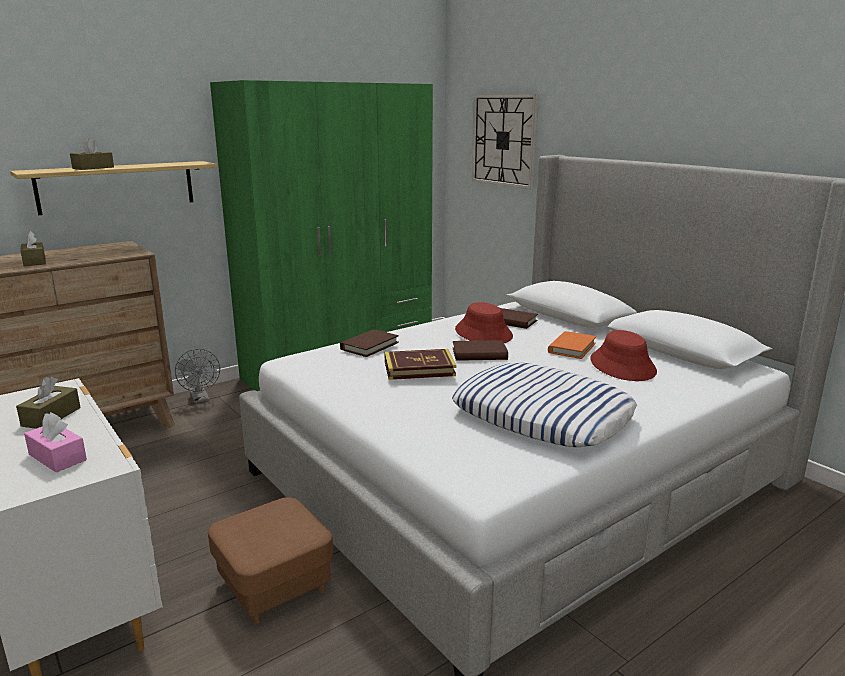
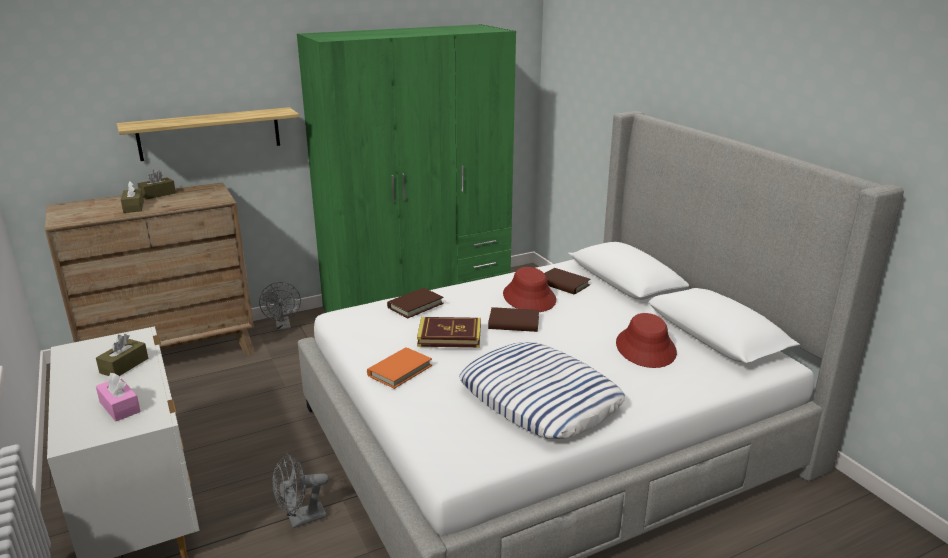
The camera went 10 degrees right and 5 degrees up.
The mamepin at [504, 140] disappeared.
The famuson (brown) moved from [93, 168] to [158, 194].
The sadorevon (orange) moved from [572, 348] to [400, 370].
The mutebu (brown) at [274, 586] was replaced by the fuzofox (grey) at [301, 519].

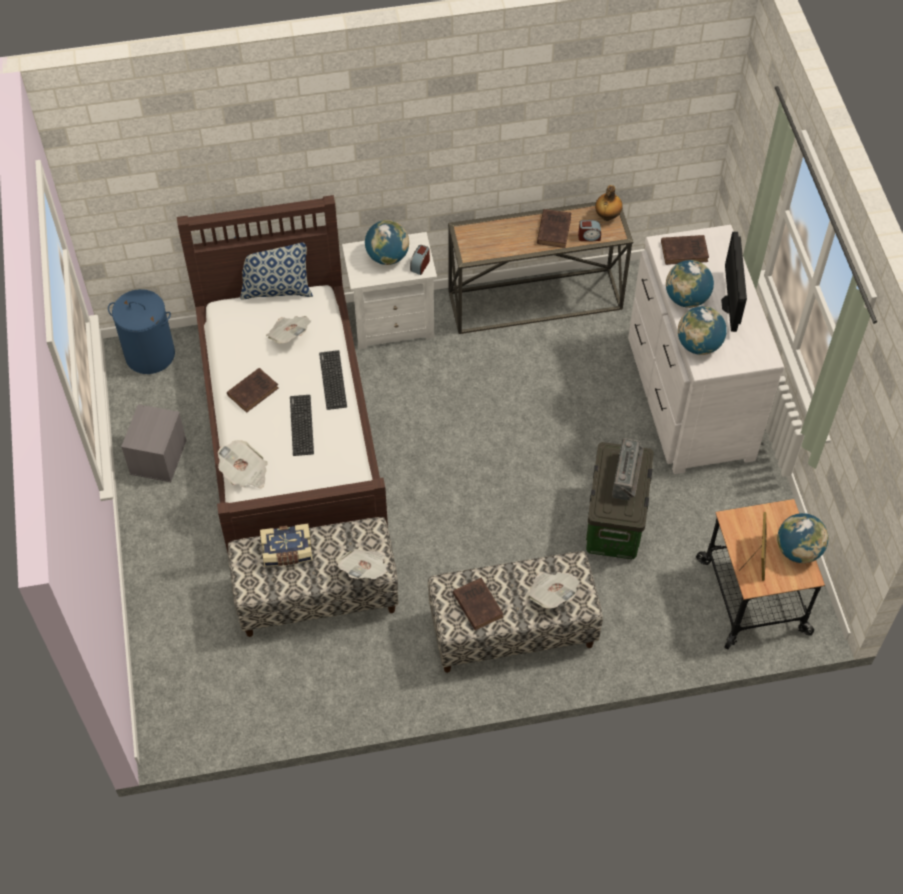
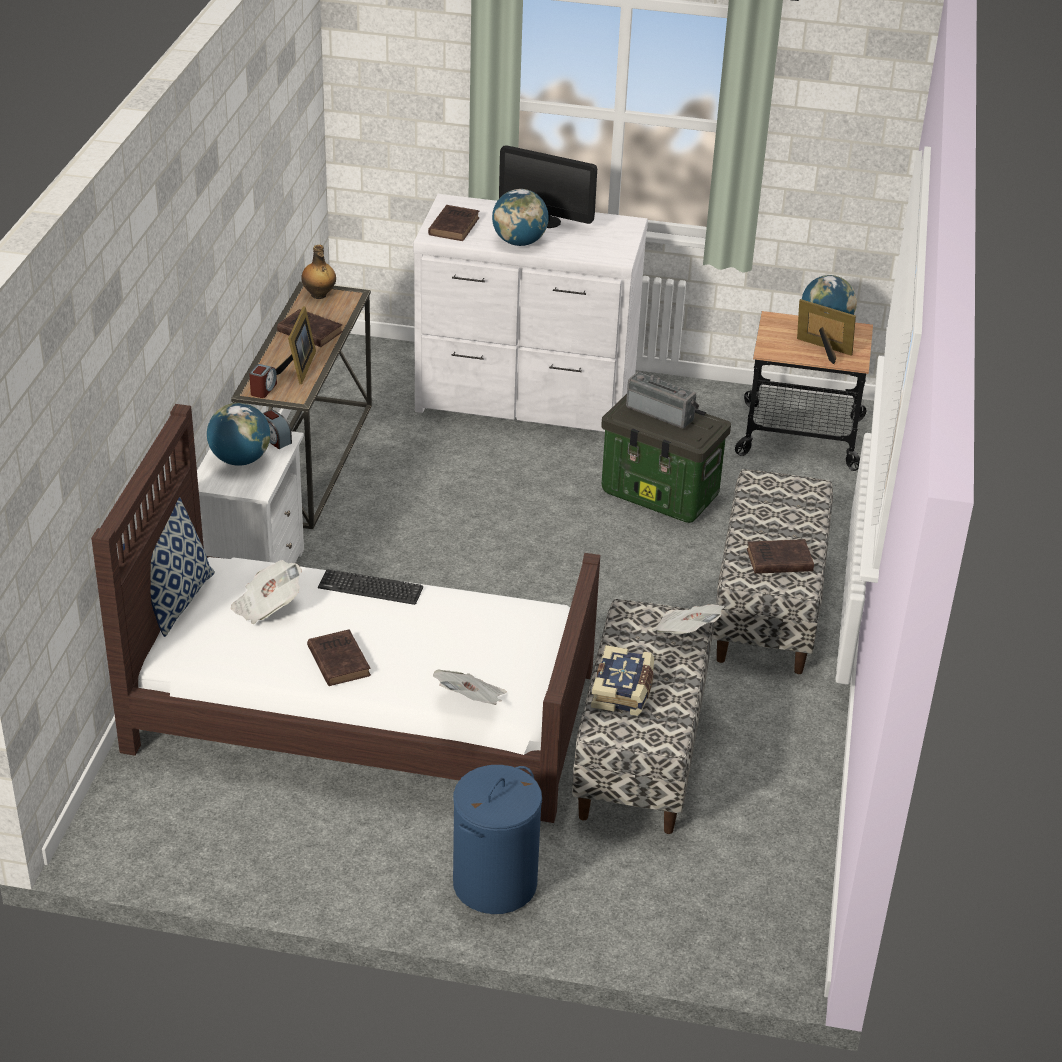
The camera went 70 degrees left and 20 degrees down.
The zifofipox moved from [589, 236] to [263, 389].
The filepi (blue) moved from [150, 354] to [495, 883].
The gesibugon at [699, 345] disappeared.
The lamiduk at [301, 425] disappeared.
The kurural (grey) at [158, 458] disappeared.
The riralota at [551, 594] disappeared.
The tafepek at [299, 368] appeared.

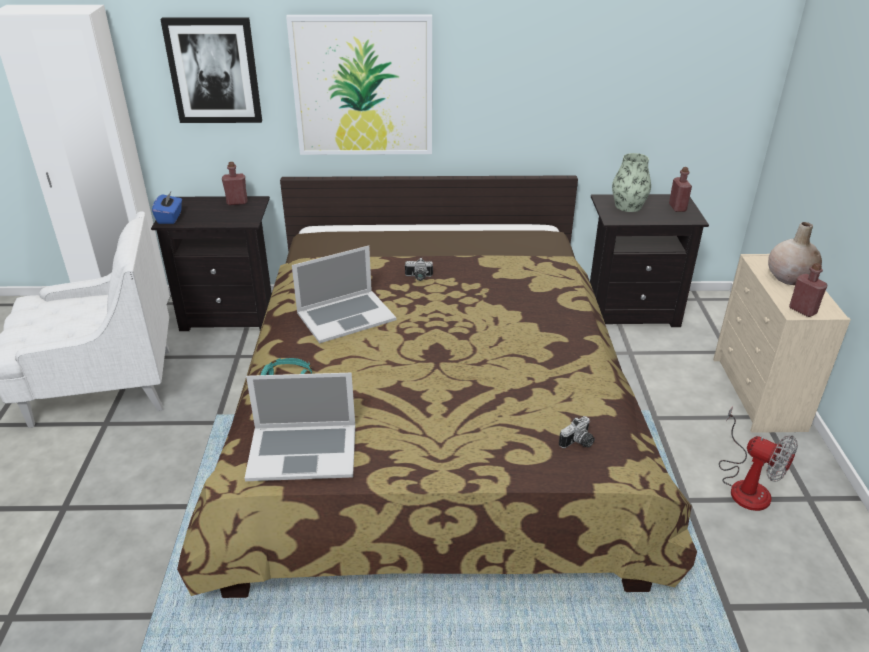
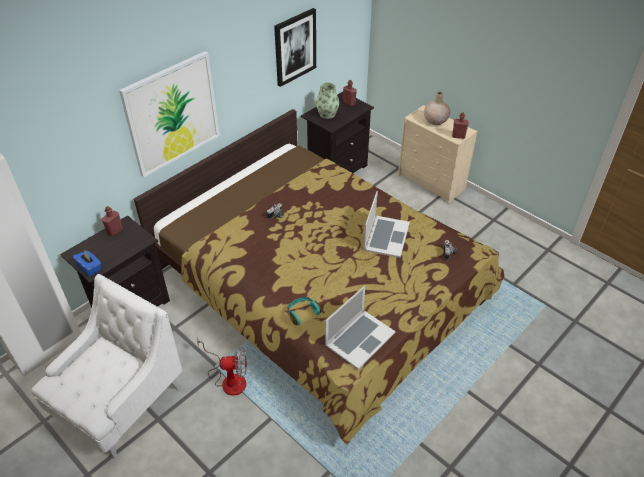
The camera went 45 degrees left and 10 degrees up.
The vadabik moved from [214, 71] to [295, 47].
The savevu moved from [346, 316] to [386, 236].
The fuzofox moved from [746, 485] to [228, 379].

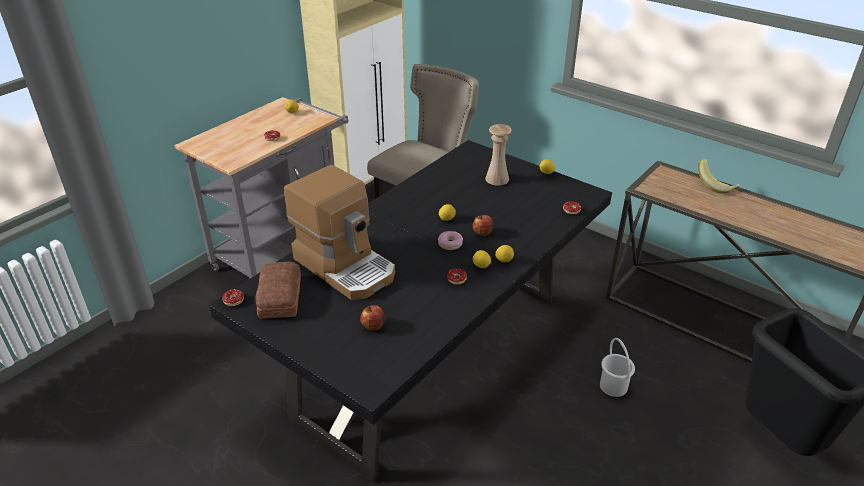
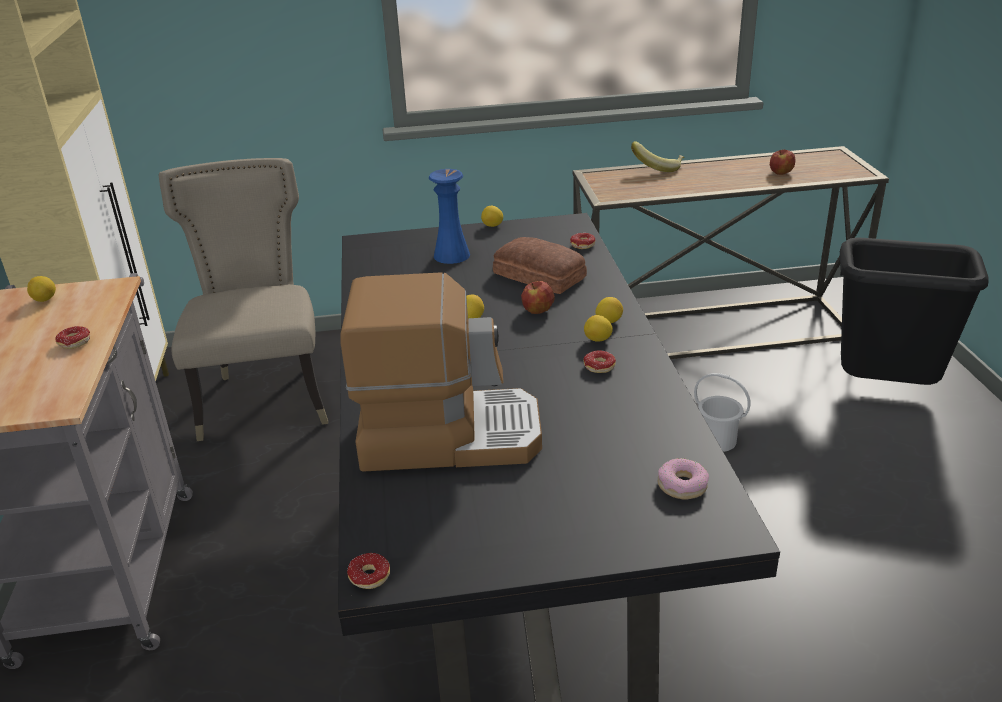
The camera went 45 degrees left and 5 degrees down.
The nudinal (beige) at [497, 179] became the nudinal (blue) at [451, 255].
The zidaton moved from [450, 244] to [682, 485].
The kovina moved from [278, 297] to [539, 276].
The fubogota moved from [373, 326] to [781, 172].

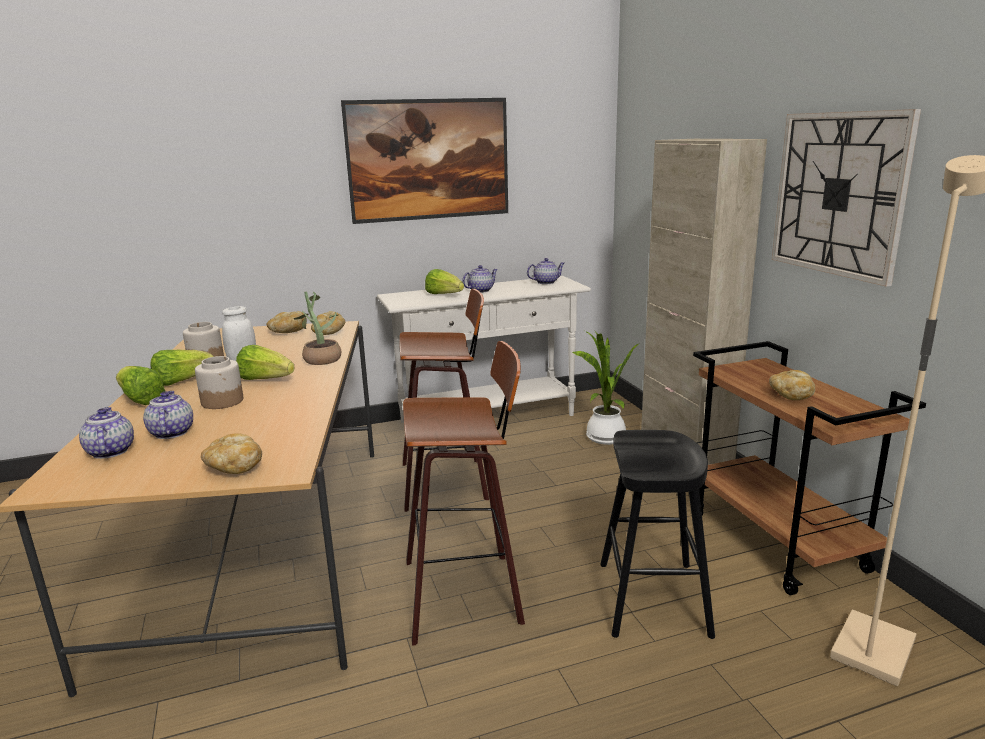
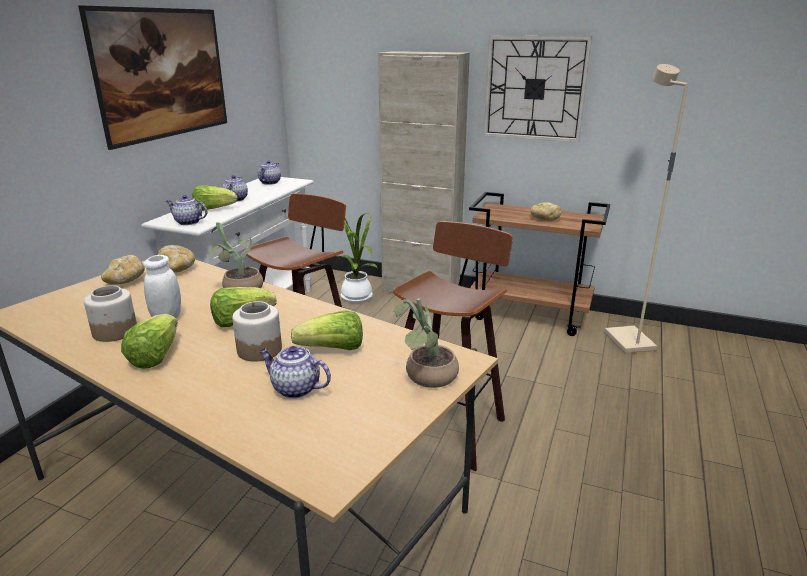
The camera went 50 degrees left and 5 degrees up.
The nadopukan moved from [140, 400] to [333, 349].
The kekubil moved from [110, 451] to [188, 222].
The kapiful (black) at [653, 598] disappeared.
The kovina at [234, 467] was replaced by the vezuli at [426, 378].

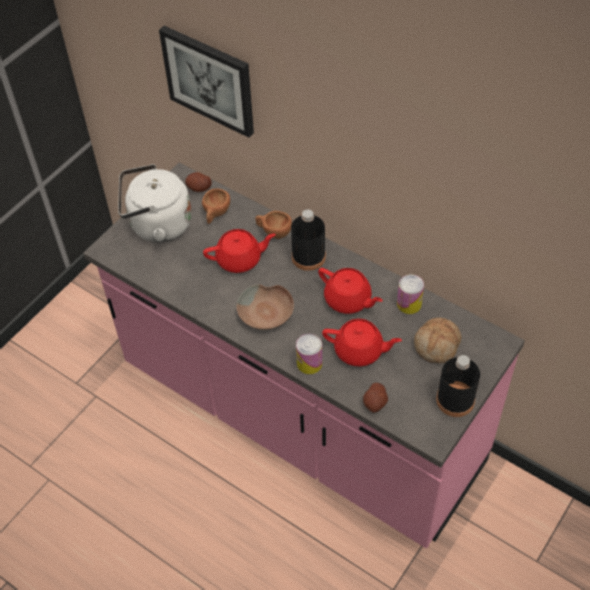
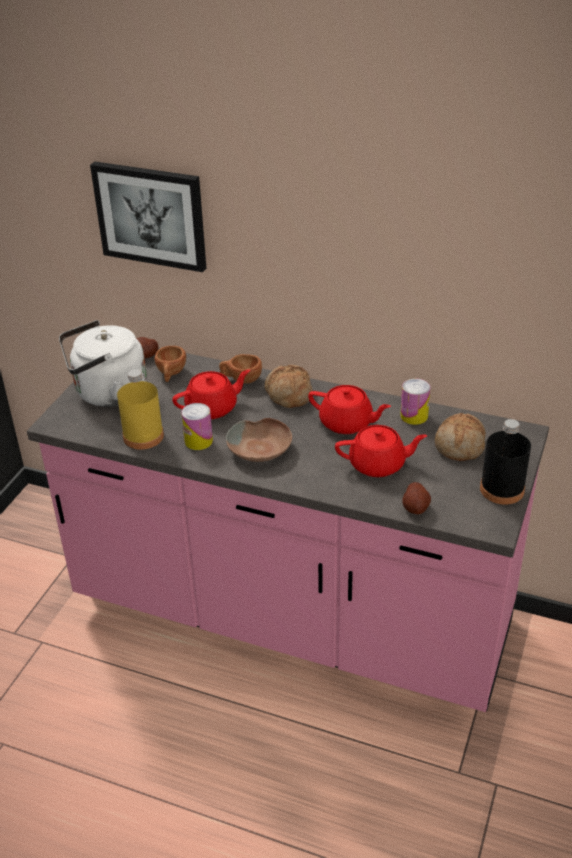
The camera went 15 degrees left and 15 degrees down.
The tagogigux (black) at [308, 257] was replaced by the kovina at [288, 394].
The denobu moved from [309, 363] to [198, 441].
The tagogigux (yellow) at [143, 436] appeared.

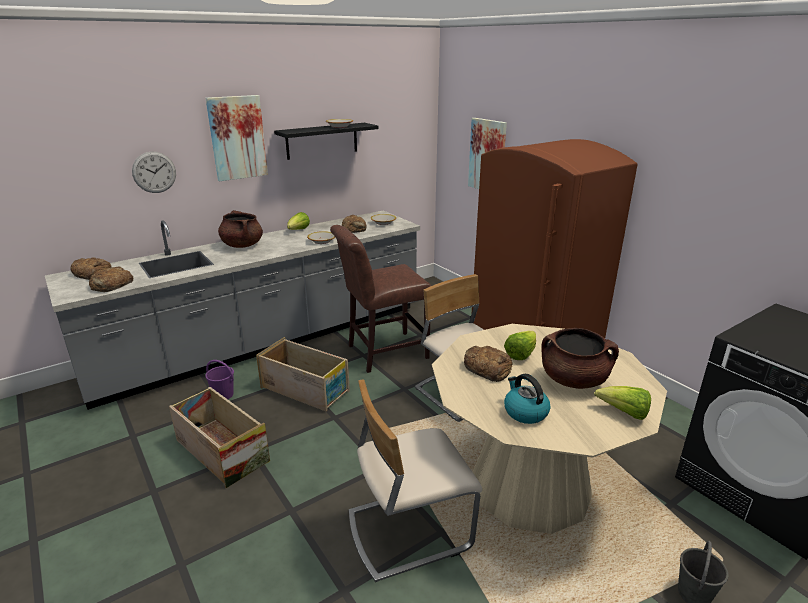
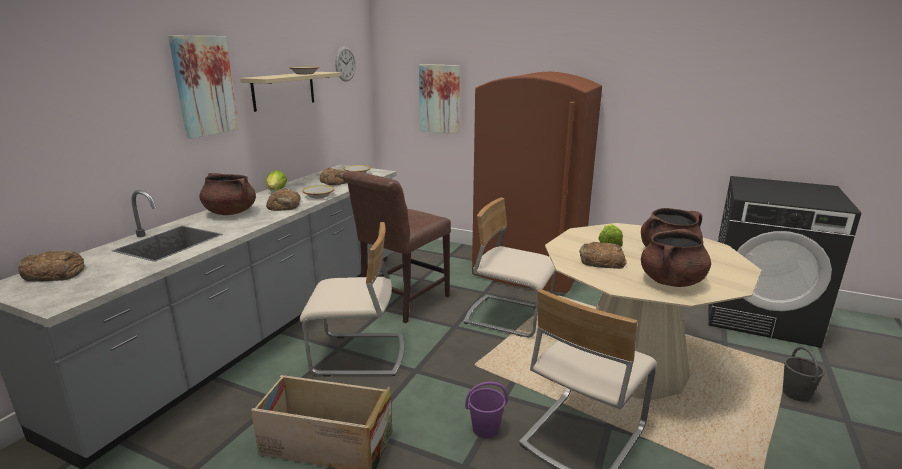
The camera went 30 degrees left and 5 degrees down.
The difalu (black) at [322, 140] became the difalu (beige) at [284, 90].
The mamepin moved from [154, 172] to [345, 64].
The kovina moved from [111, 284] to [285, 205].
The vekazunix at [306, 389] was replaced by the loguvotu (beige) at [358, 355].
The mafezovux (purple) moved from [223, 395] to [486, 429].
The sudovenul at [525, 412] was replaced by the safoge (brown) at [671, 281].
The nadopukan at [624, 413] disappeared.

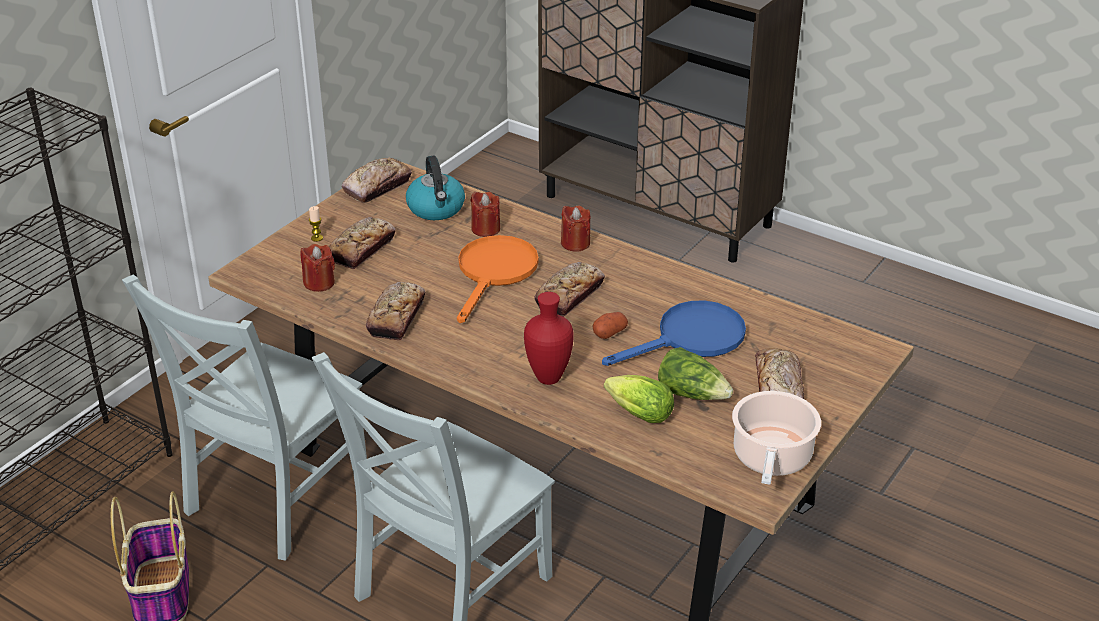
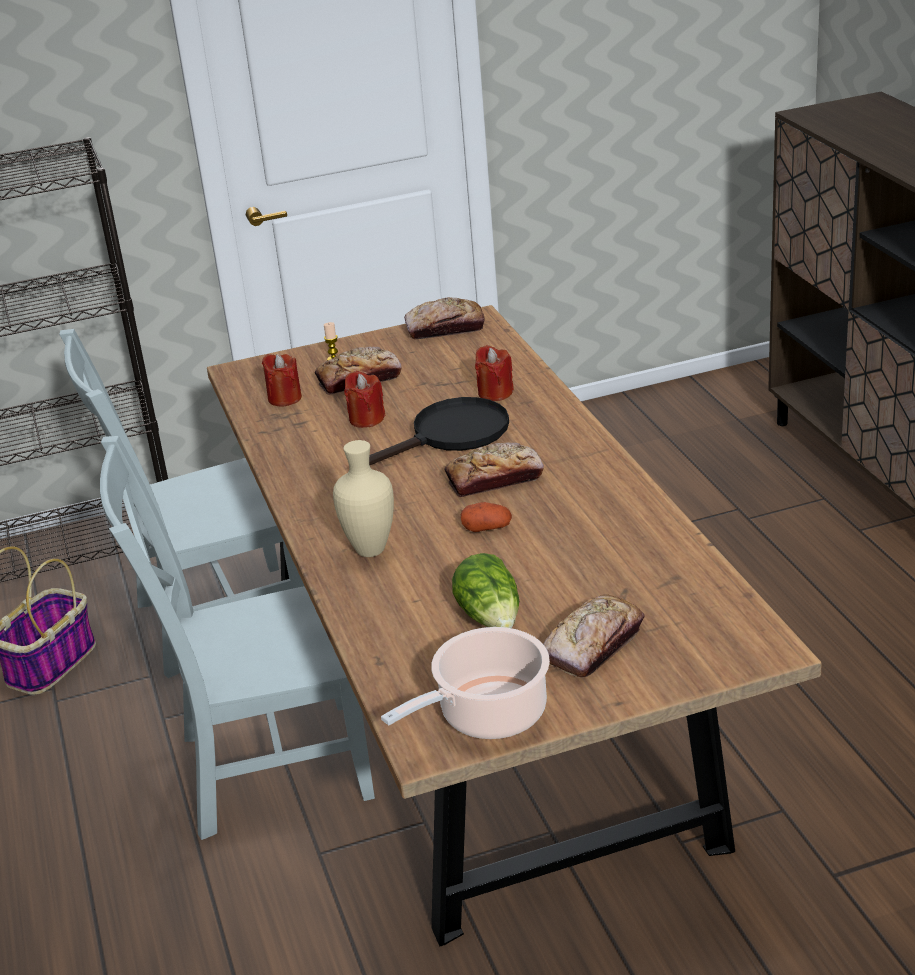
The camera went 40 degrees right and 5 degrees down.
The sudovenul at [436, 209] disappeared.
The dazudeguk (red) moved from [575, 243] to [366, 419].
The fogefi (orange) at [494, 273] became the fogefi (black) at [449, 436].
The kovina at [396, 317] disappeared.
The nudinal (red) at [548, 377] became the nudinal (beige) at [371, 549].
The fogefi (blue) at [690, 339] disappeared.
The nadopukan at [636, 413] disappeared.

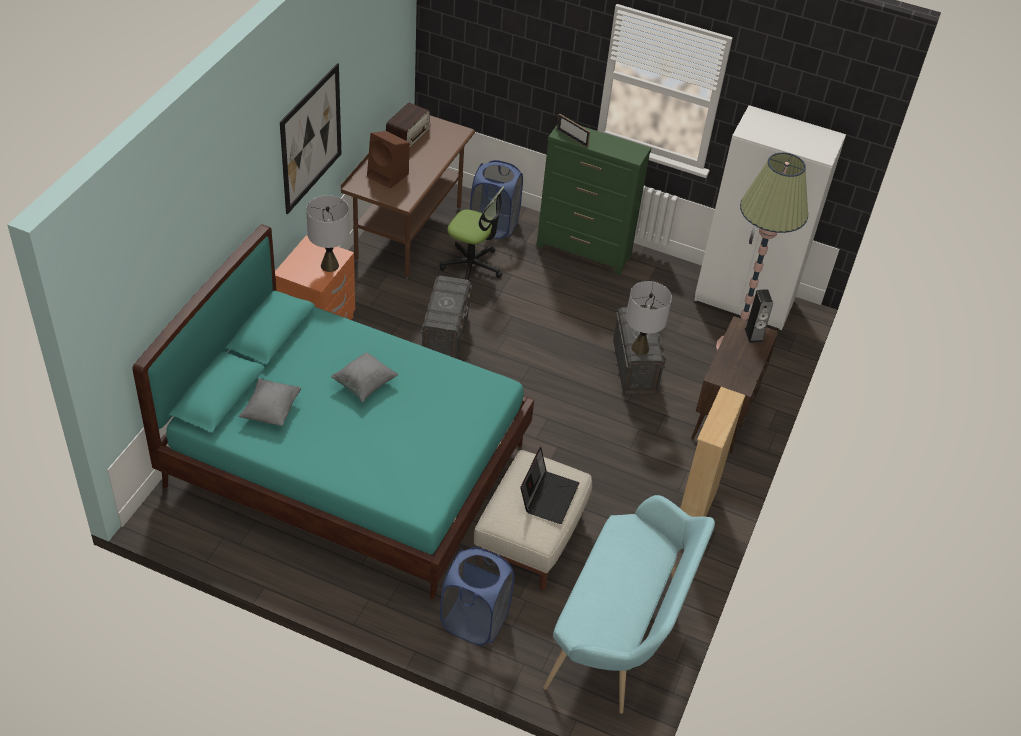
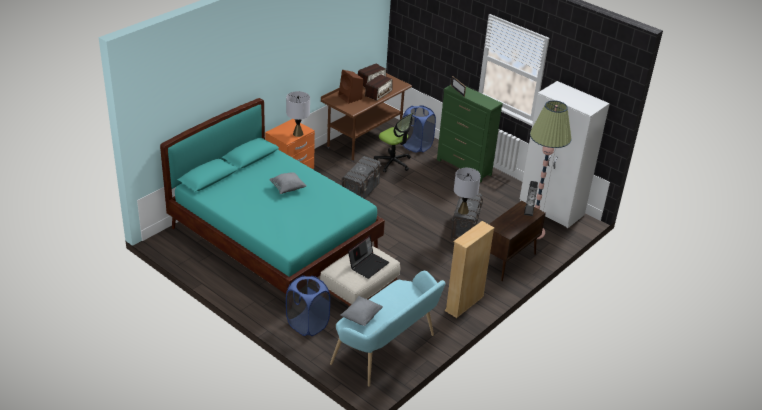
The camera went 20 degrees right and 10 degrees down.
The vadabik at [311, 138] disappeared.
The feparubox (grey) moved from [271, 410] to [361, 317].
The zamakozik at [378, 93] appeared.

